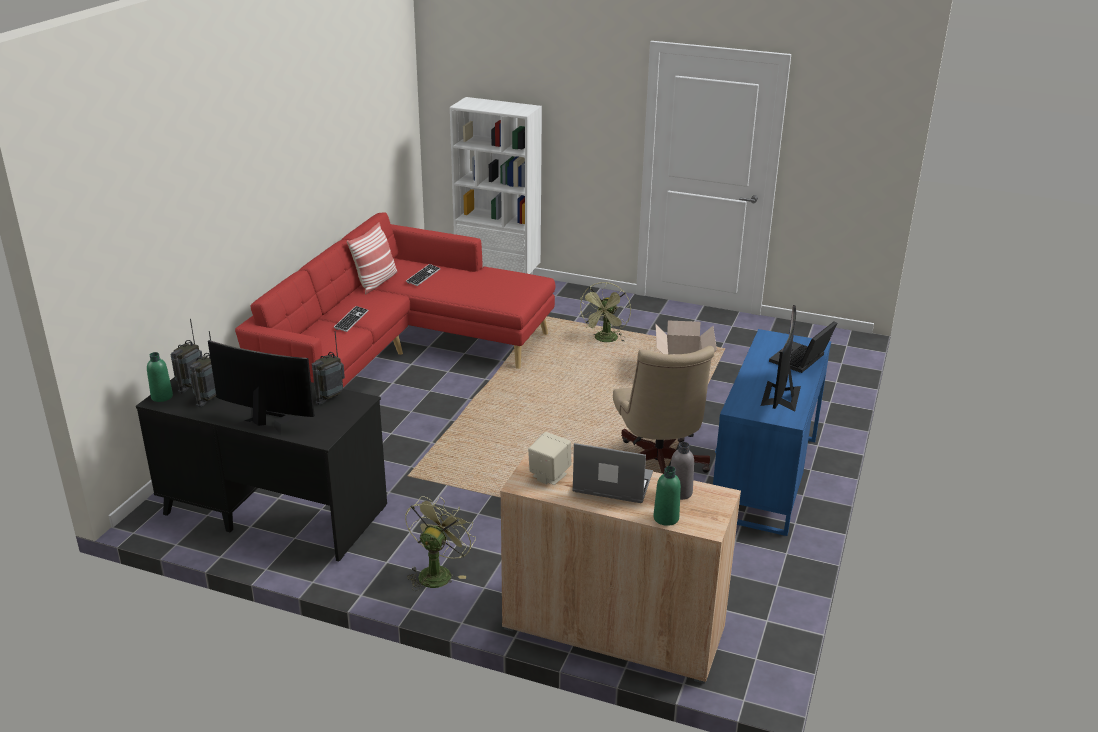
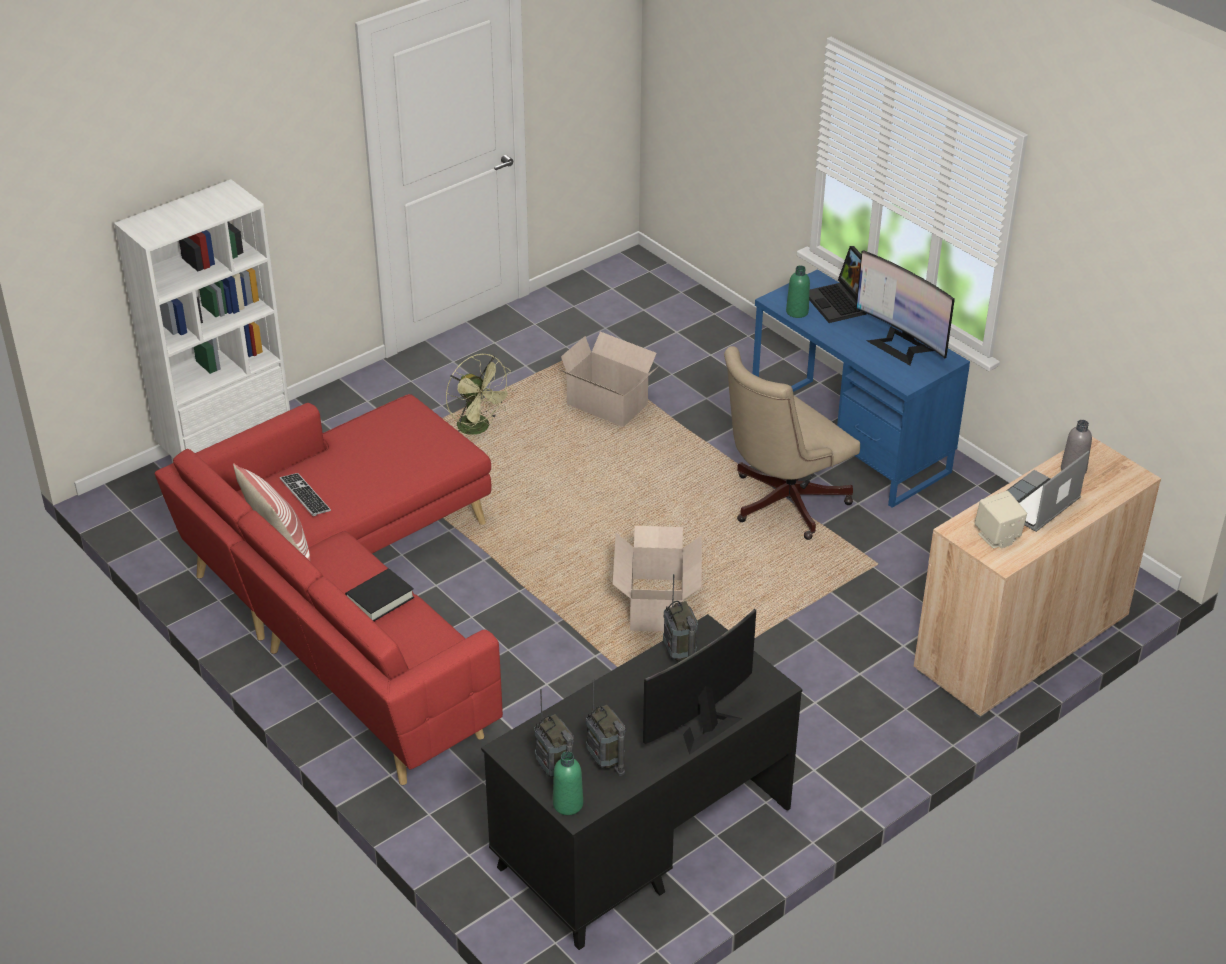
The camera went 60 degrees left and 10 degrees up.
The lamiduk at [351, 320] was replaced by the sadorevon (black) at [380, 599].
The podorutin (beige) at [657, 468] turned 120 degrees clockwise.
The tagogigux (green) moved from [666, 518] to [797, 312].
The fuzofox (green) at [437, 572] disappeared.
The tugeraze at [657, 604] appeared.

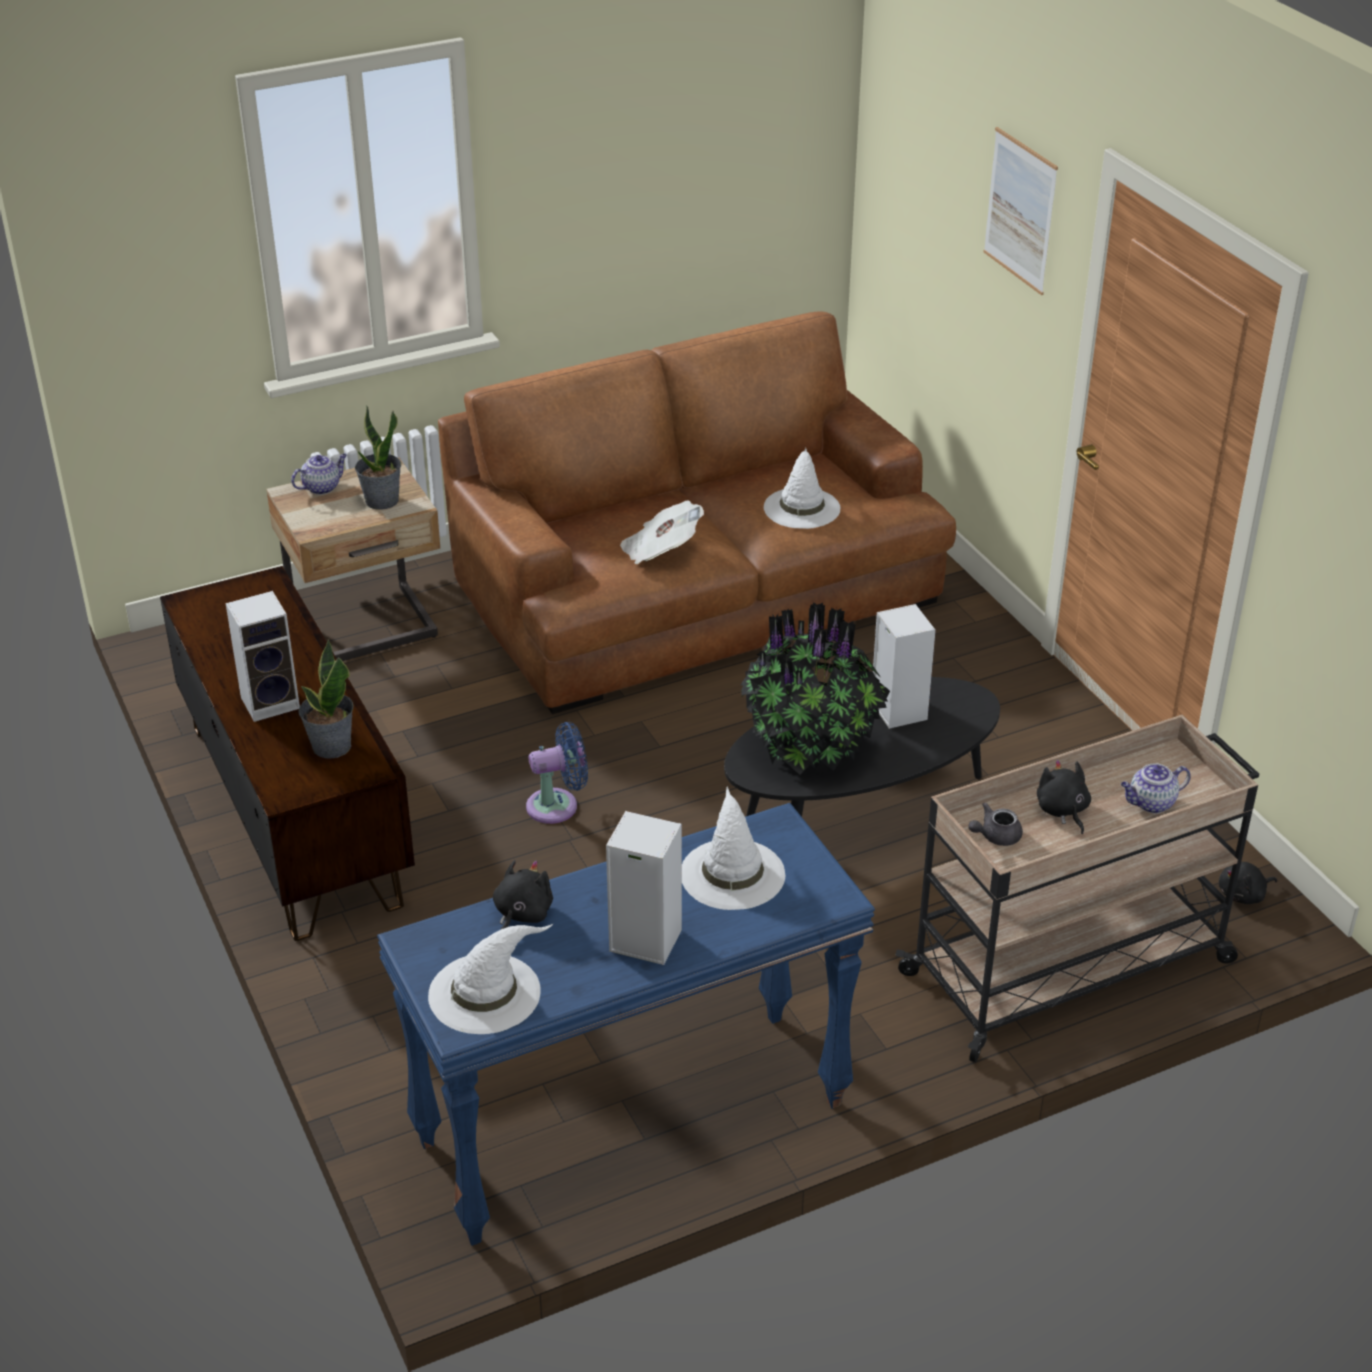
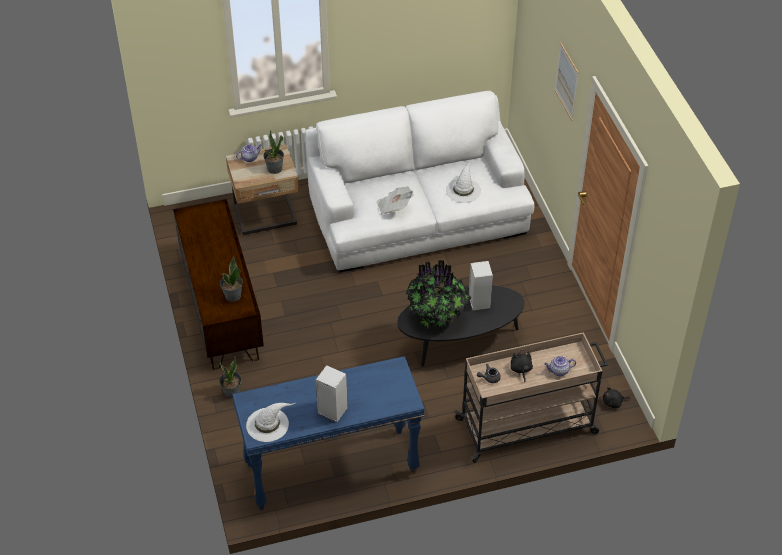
The camera went 10 degrees right and 10 degrees up.
The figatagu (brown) at [696, 591] became the figatagu (white) at [417, 214].
The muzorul at [272, 701] disappeared.
The fuzofox (blue) at [558, 805] disappeared.
The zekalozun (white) at [731, 872] disappeared.
The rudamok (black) at [521, 914] disappeared.
The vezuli at [232, 392] appeared.

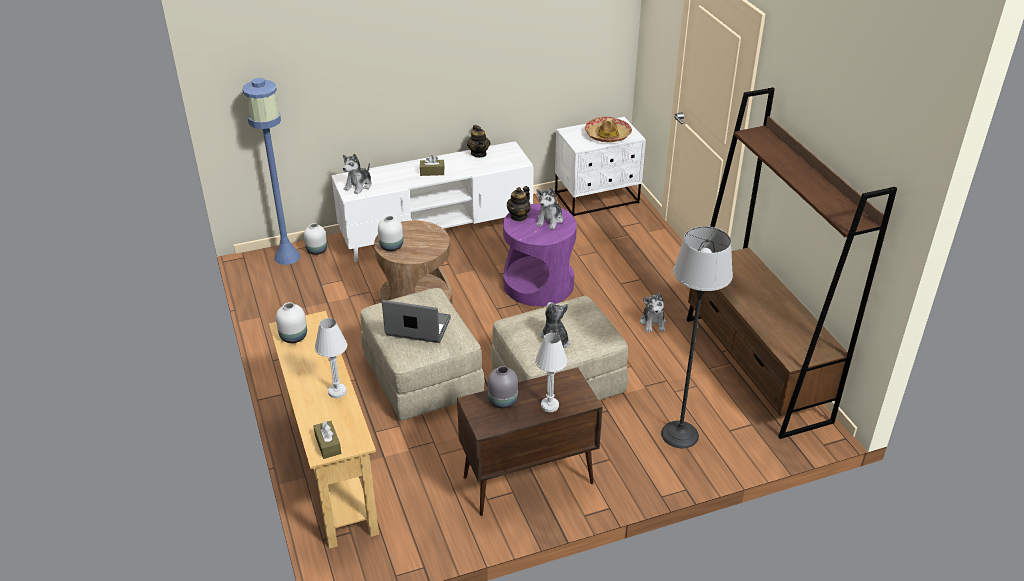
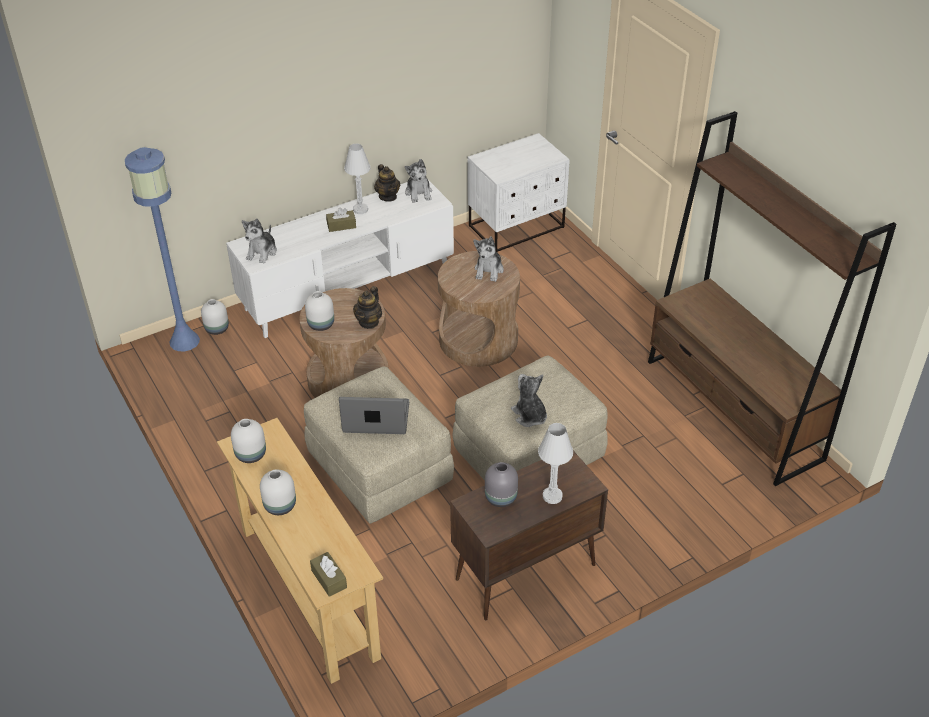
The camera went 10 degrees left and 5 degrees up.
The zekalozun at [607, 135] disappeared.
The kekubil moved from [519, 216] to [369, 322].
The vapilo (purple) at [538, 284] became the vapilo (brown) at [478, 339].
The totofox at [679, 434] disappeared.
The rudamok moved from [653, 322] to [419, 193].
The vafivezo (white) moved from [337, 392] to [360, 209].
The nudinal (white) at [281, 505] appeared.

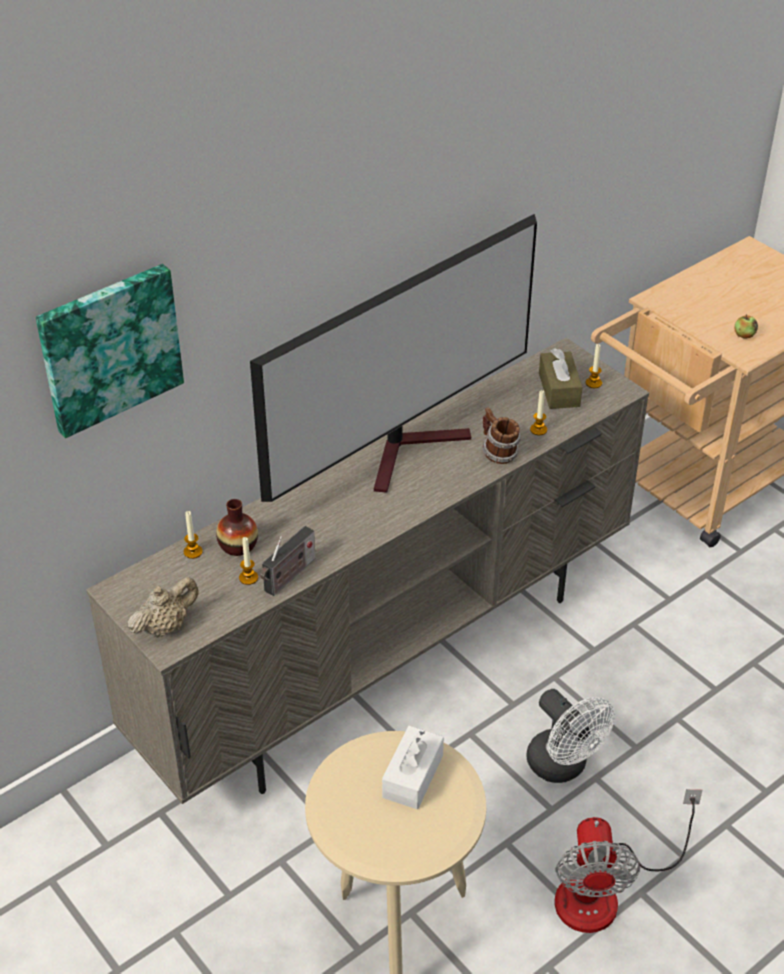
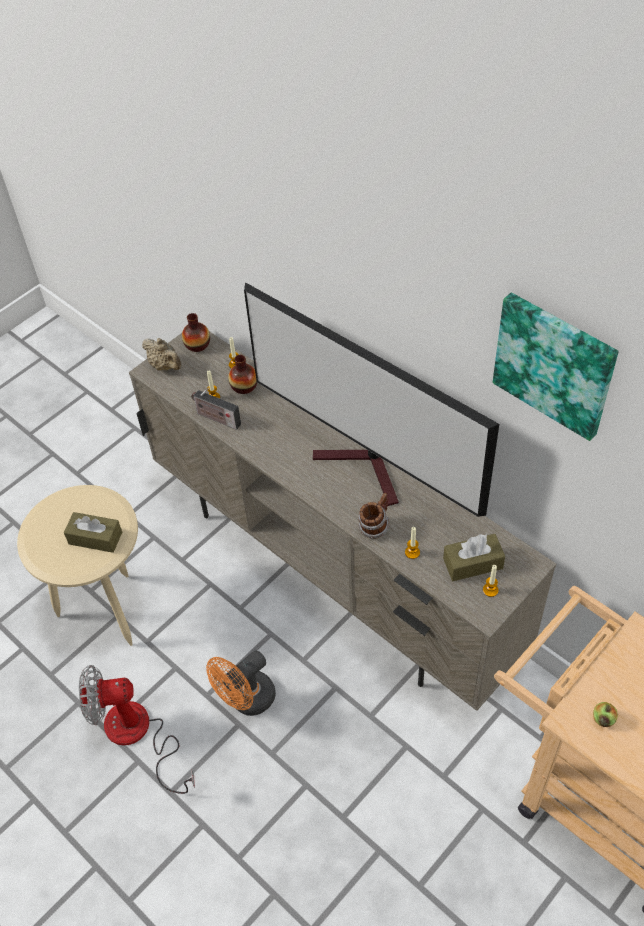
The camera went 85 degrees right and 10 degrees up.
The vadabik moved from [109, 347] to [555, 364].
The fuzofox (white) at [563, 767] became the fuzofox (orange) at [246, 700].
The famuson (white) at [413, 776] became the famuson (brown) at [95, 538].
The nudinal at [197, 345] appeared.

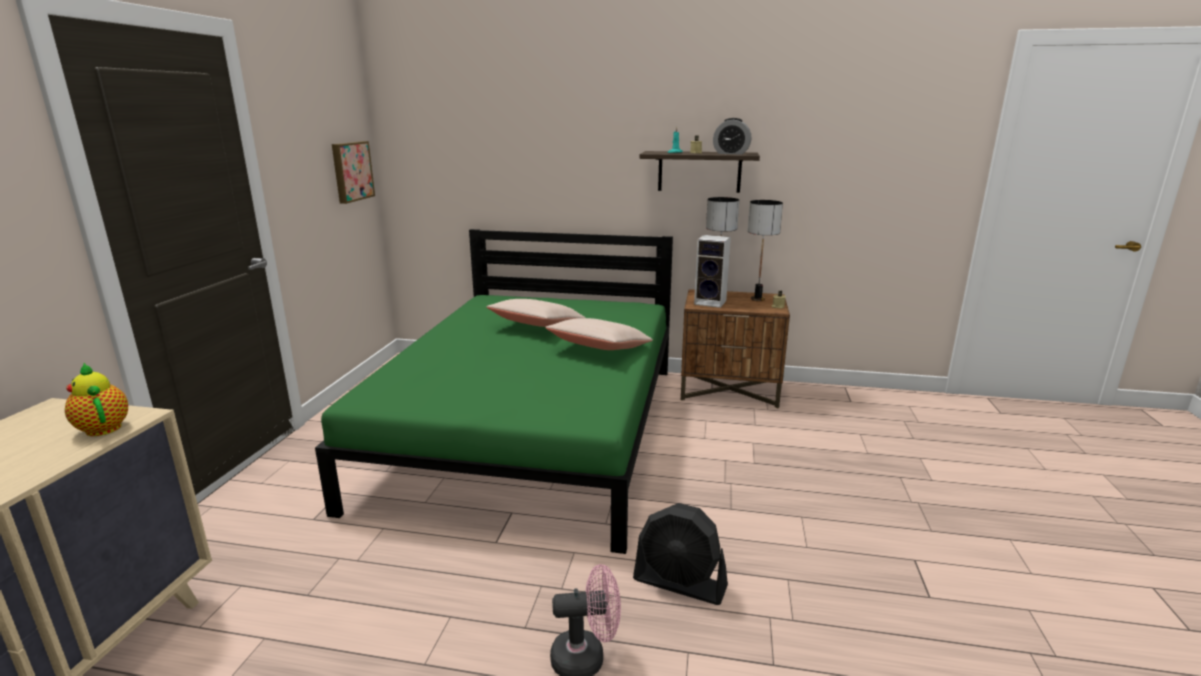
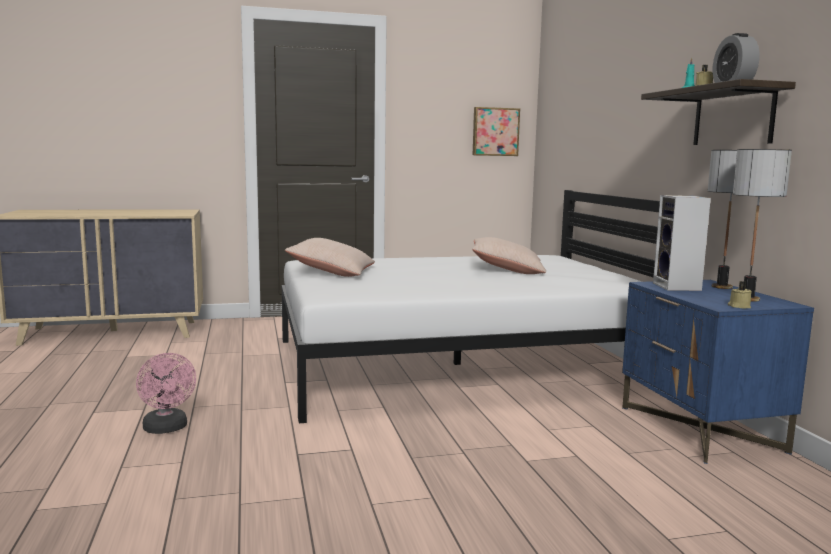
The camera went 65 degrees right and 10 degrees down.
The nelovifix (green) at [533, 430] became the nelovifix (white) at [460, 364].
The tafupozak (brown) at [730, 390] became the tafupozak (blue) at [701, 429].
The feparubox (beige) moved from [600, 349] to [332, 272].
The kekubil at [103, 427] disappeared.
The fuzofox (black) at [680, 583] disappeared.

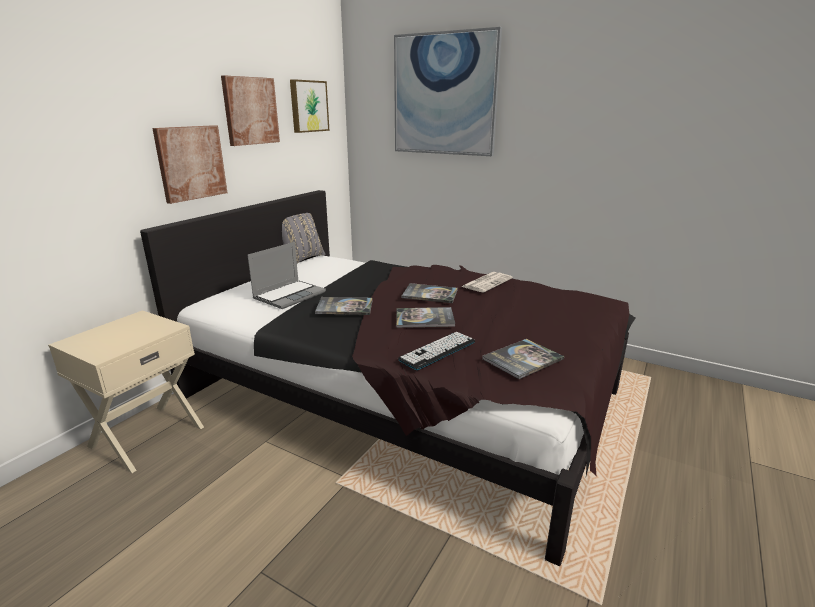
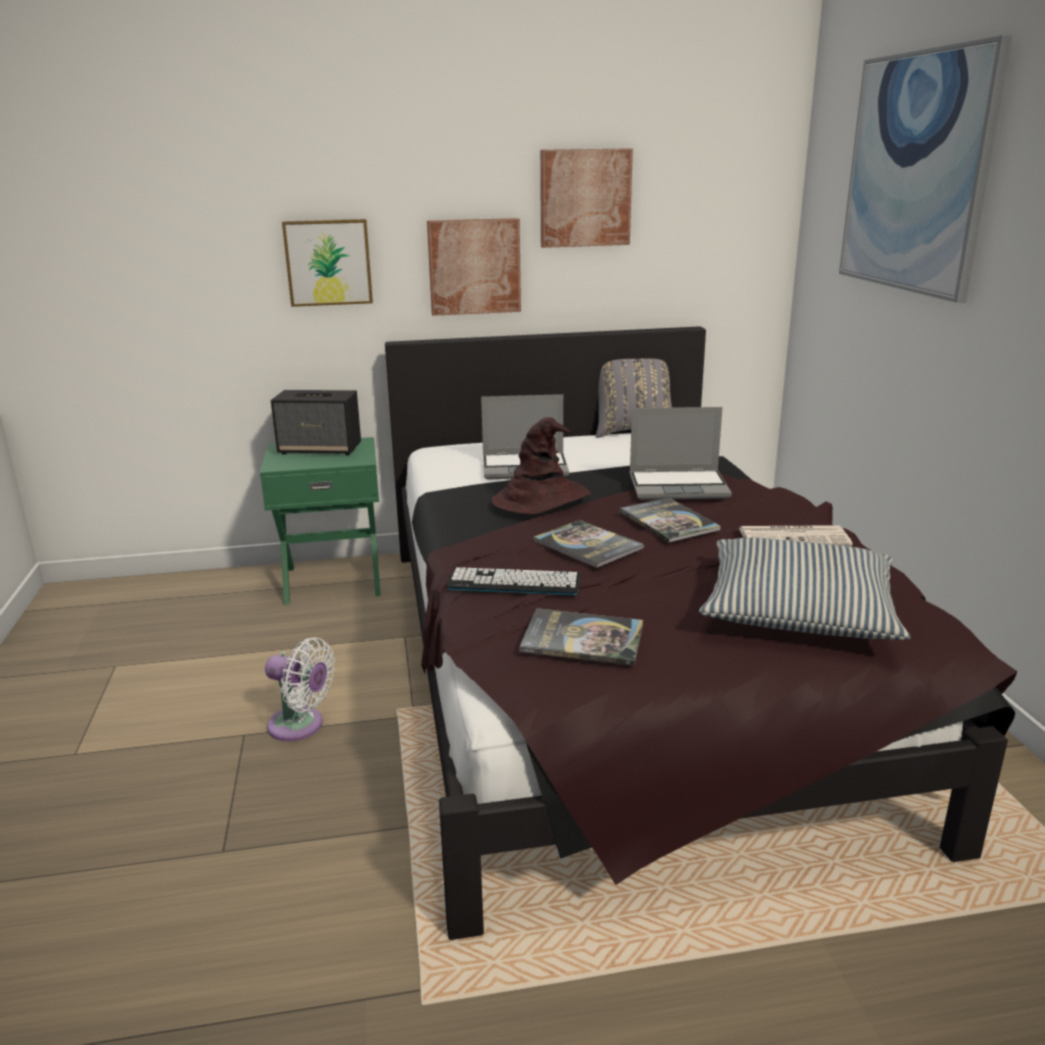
The camera went 50 degrees right and 0 degrees up.
The vadabik moved from [308, 106] to [328, 262].
The sadorevon at [344, 307] was replaced by the zekalozun (brown) at [541, 499].
The tafupozak (beige) at [146, 436] became the tafupozak (green) at [333, 580].
The muzorul at [321, 449] appeared.
The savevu at [679, 486] appeared.
The feparubox at [798, 609] appeared.
The fuzofox (white) at [300, 726] appeared.

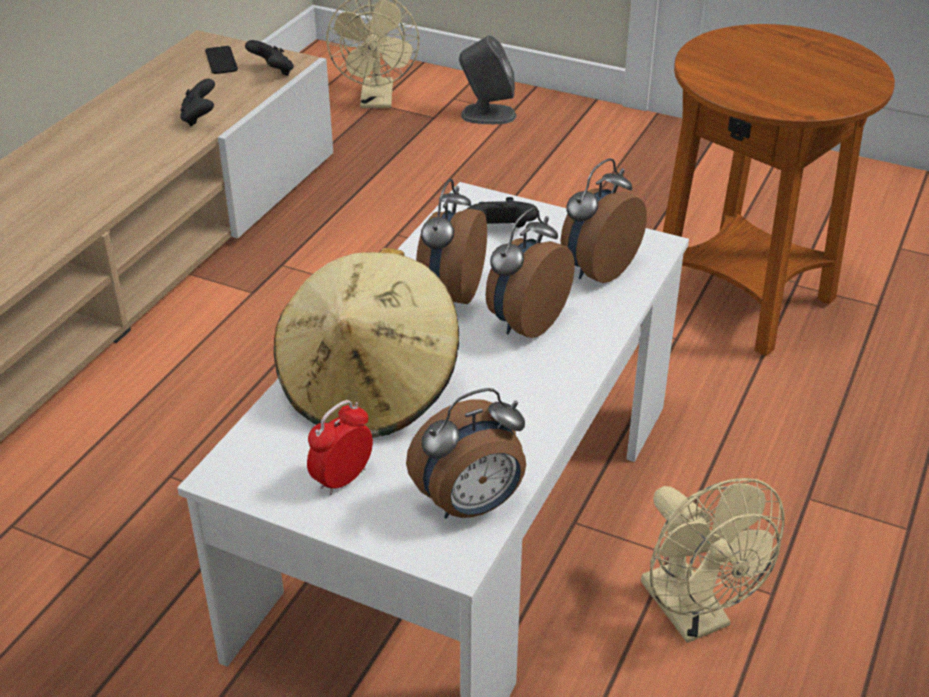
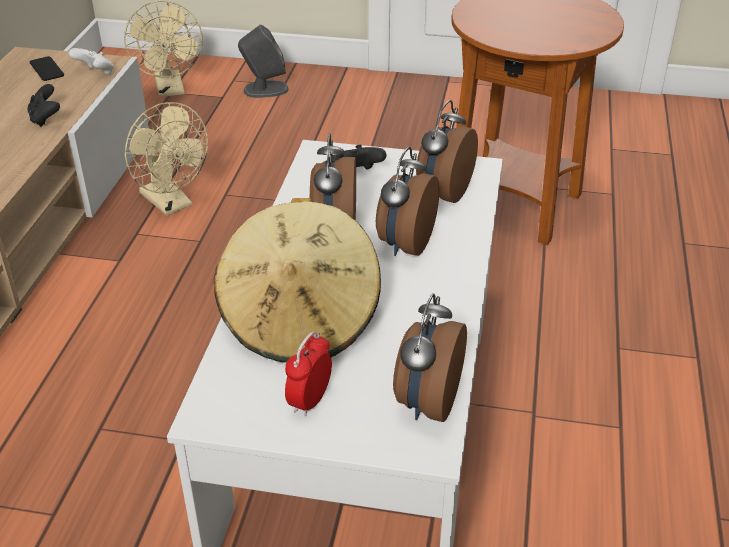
The camera went 15 degrees left and 0 degrees up.
The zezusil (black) at [273, 72] became the zezusil (white) at [96, 73].
The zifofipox at [471, 505] turned 150 degrees clockwise.
The fuzofox (beige) moved from [694, 615] to [171, 204].

